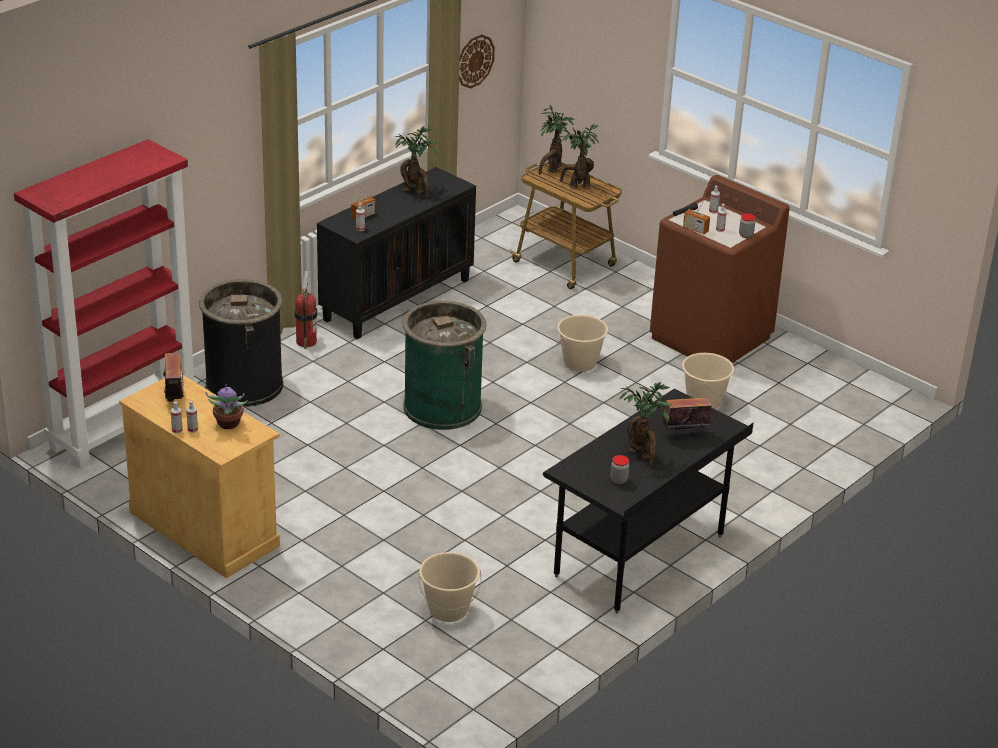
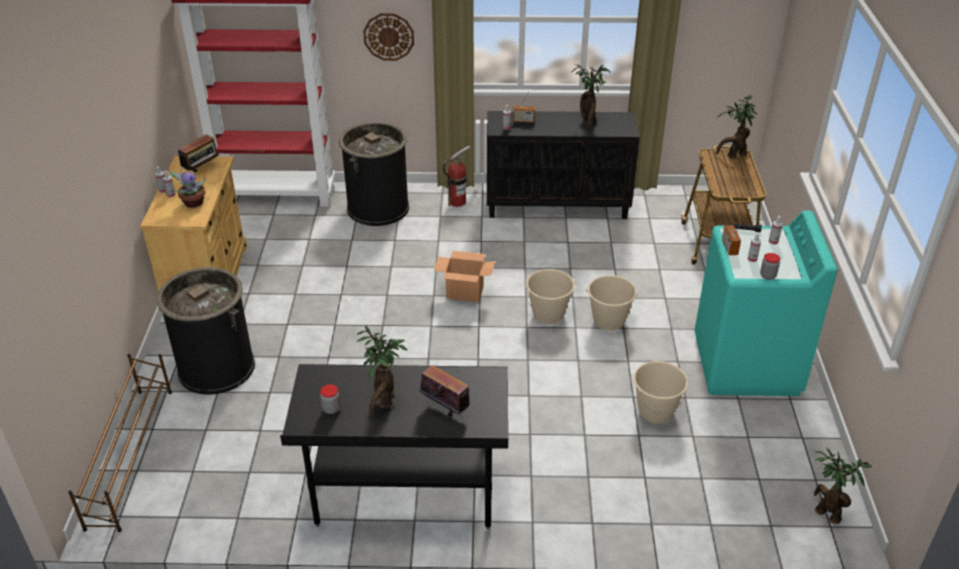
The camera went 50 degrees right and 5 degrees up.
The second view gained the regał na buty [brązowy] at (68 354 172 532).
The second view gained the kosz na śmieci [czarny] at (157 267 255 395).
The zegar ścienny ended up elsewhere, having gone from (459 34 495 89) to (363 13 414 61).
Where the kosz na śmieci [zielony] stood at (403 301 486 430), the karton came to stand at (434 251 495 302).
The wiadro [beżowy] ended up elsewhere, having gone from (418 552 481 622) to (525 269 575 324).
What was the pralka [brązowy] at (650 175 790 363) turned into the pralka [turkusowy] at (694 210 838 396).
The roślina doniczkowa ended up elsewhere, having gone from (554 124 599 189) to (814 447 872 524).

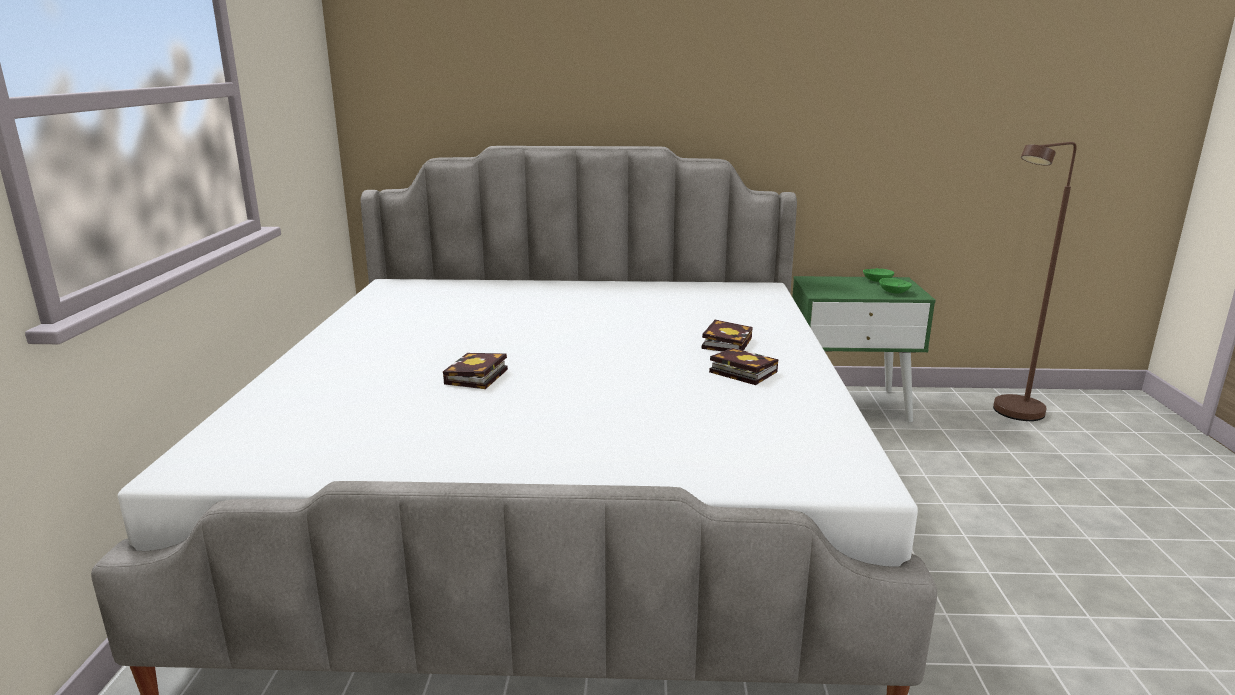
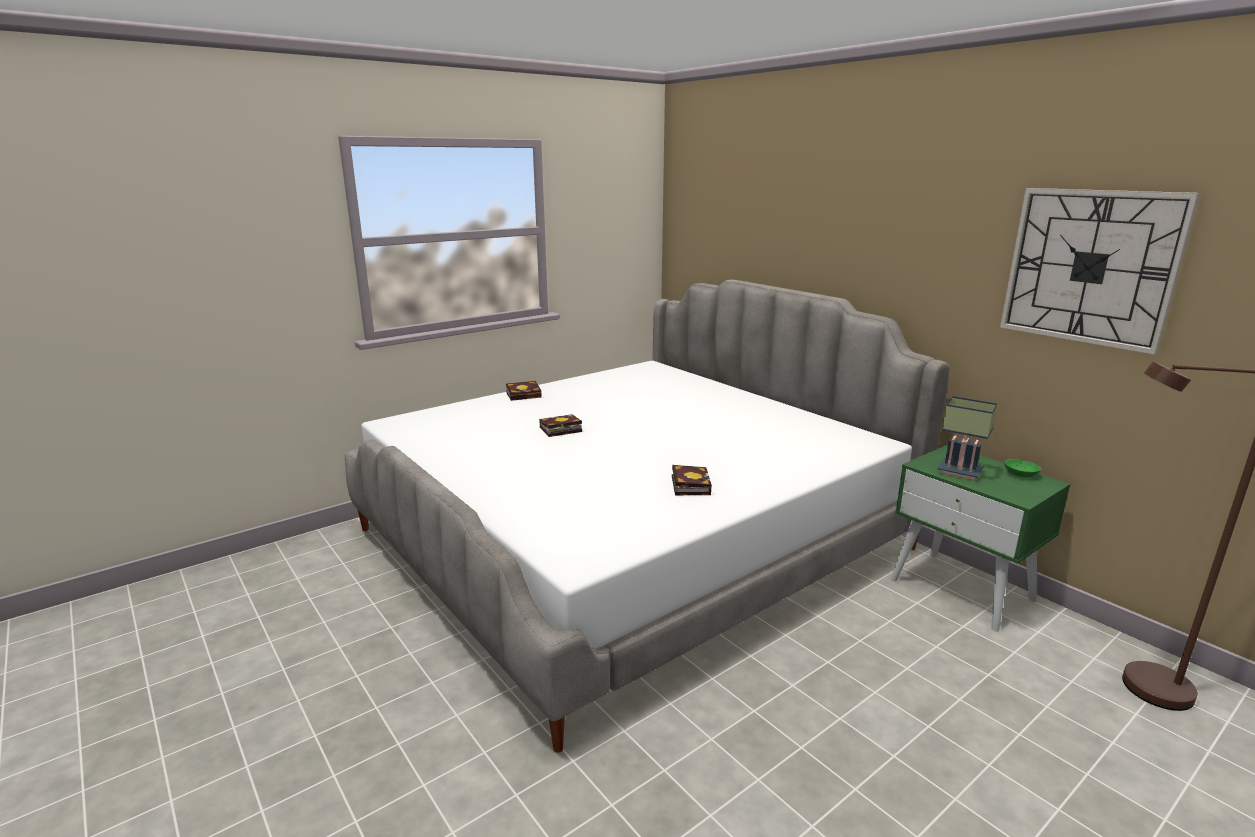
The camera went 50 degrees right and 0 degrees up.
The książka ended up elsewhere, having gone from (702 320 753 351) to (506 381 542 401).
The second view gained the lampa stołowa at (937 396 997 480).
The second view gained the zegar ścienny at (1000 188 1200 355).
The second view lost the miska [zielony] at (879 278 912 293).

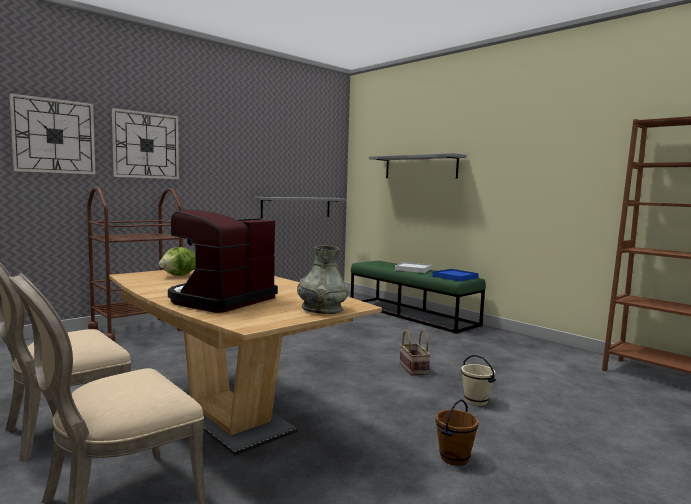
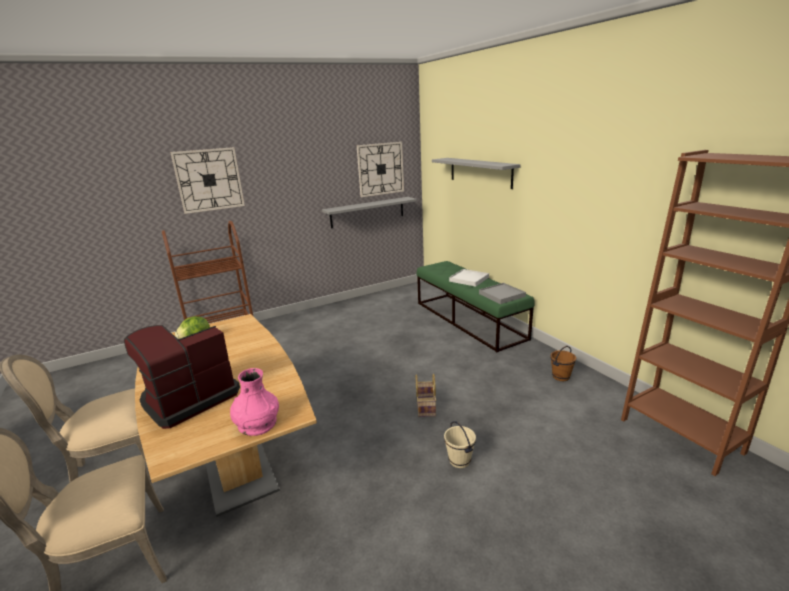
The camera went 15 degrees right and 15 degrees up.
What was the wazon [szary] at (297 245 349 314) turned into the wazon [różowy] at (230 368 279 436).
The zegar ścienny ended up elsewhere, having gone from (10 93 95 174) to (357 142 404 197).
What was the taca [niebieski] at (432 269 479 281) turned into the taca [szary] at (479 283 526 304).
The wiadro [brązowy] ended up elsewhere, having gone from (436 399 479 466) to (550 346 576 381).

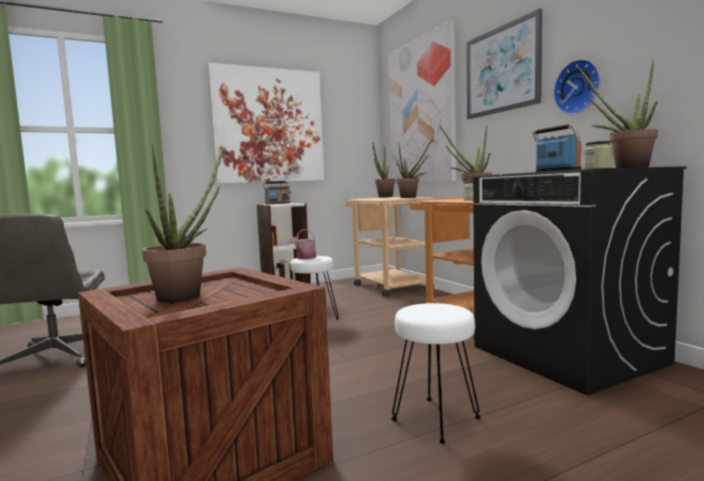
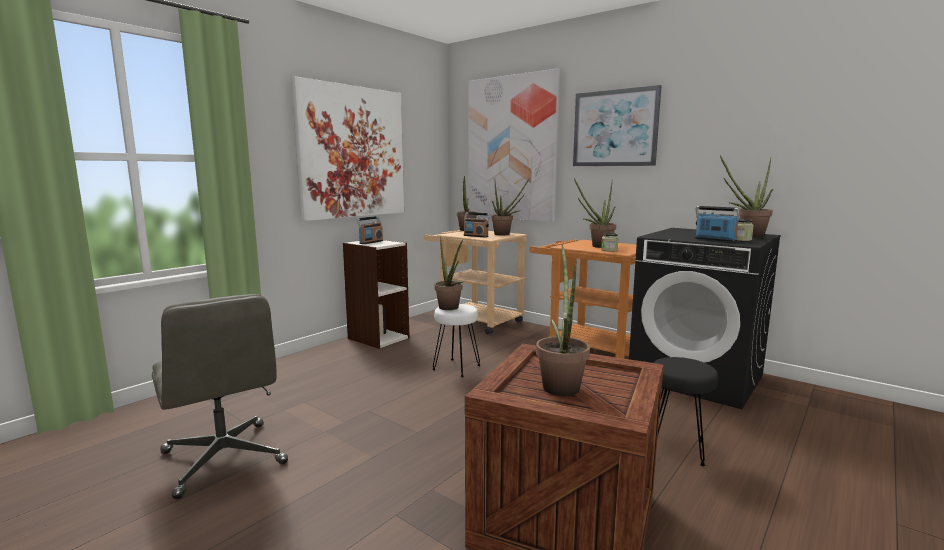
The camera went 25 degrees left and 5 degrees up.
Where the konewka stood at (290 229 316 259), the roślina doniczkowa came to stand at (435 236 463 310).
The second view gained the radio at (464 212 490 237).
What was the stołek [biały] at (391 303 481 444) turned into the stołek [czarny] at (654 357 718 466).
The second view lost the zegar ścienny at (553 59 601 115).

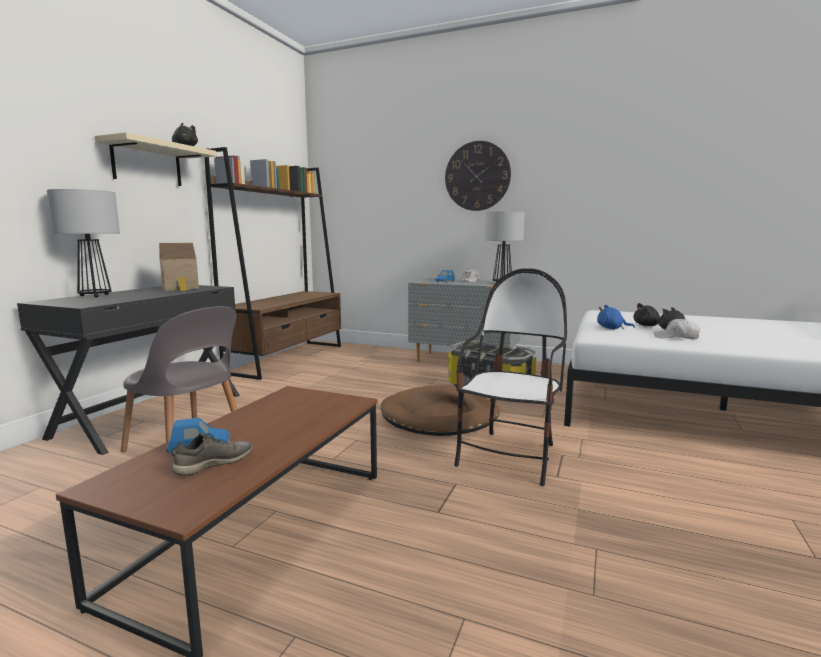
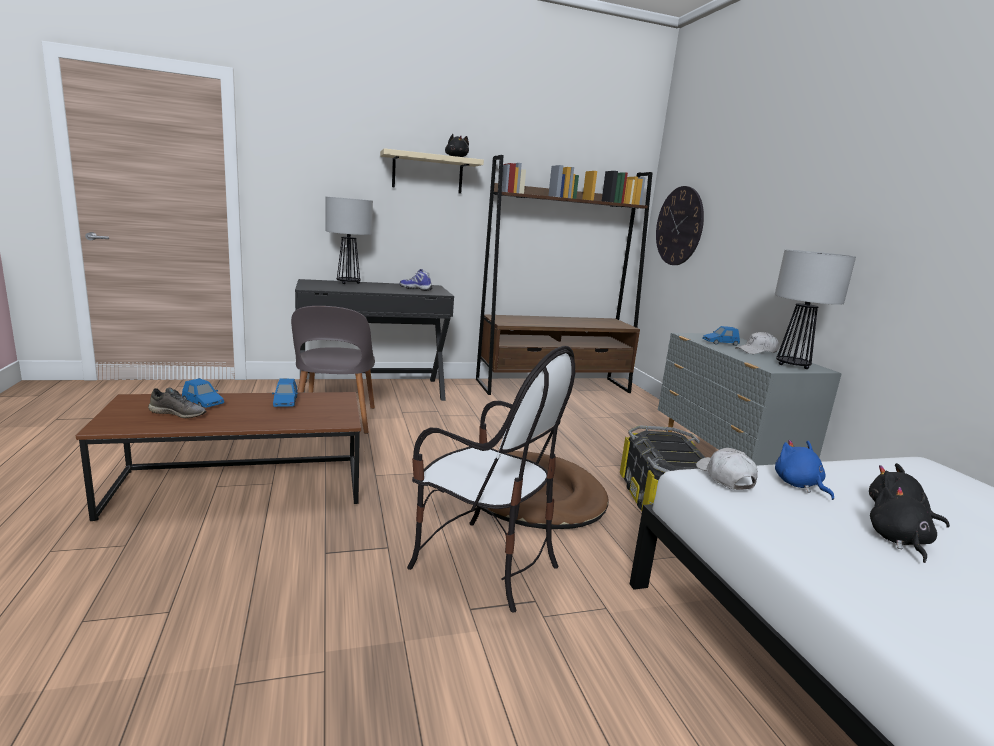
The camera went 50 degrees right and 5 degrees up.
The second view gained the samochodzik [niebieski] at (272 379 298 407).
Where the domek stood at (159 243 199 291), the but came to stand at (400 269 432 291).
The krzesło at (454 268 567 486) ended up facing another way, 45 degrees clockwise from before.
The zegar ścienny ended up elsewhere, having gone from (445 141 511 211) to (656 186 704 265).
The czapka z daszkiem [biały] ended up elsewhere, having gone from (654 318 700 339) to (696 448 758 490).

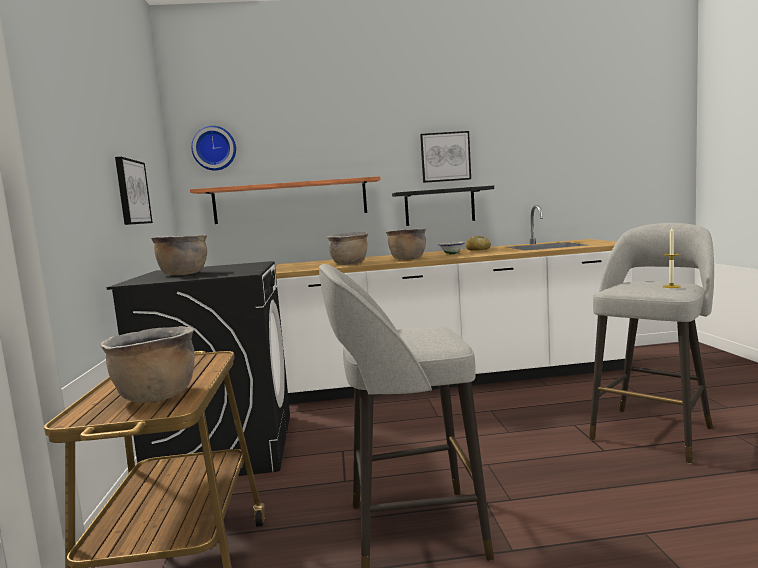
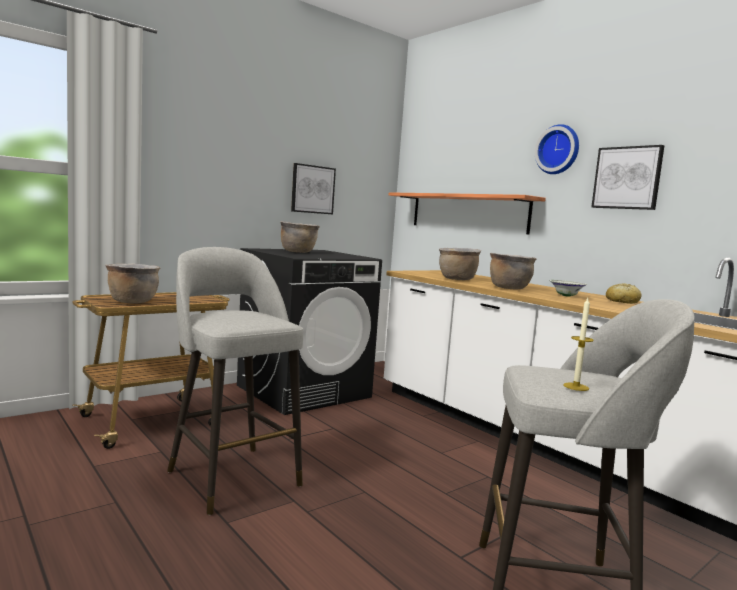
The camera went 55 degrees right and 0 degrees up.
The zegar ścienny ended up elsewhere, having gone from (191 126 236 171) to (535 124 579 174).
The second view lost the półka [czarny] at (392 185 494 226).

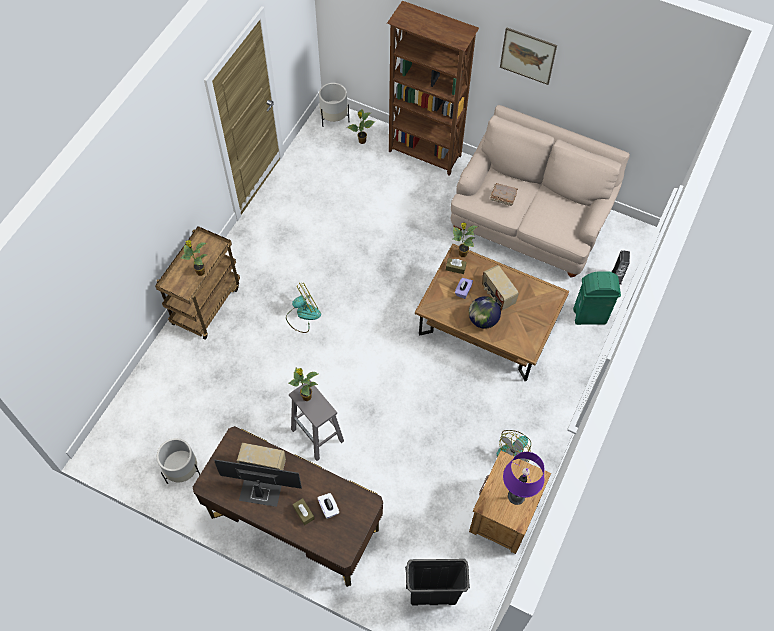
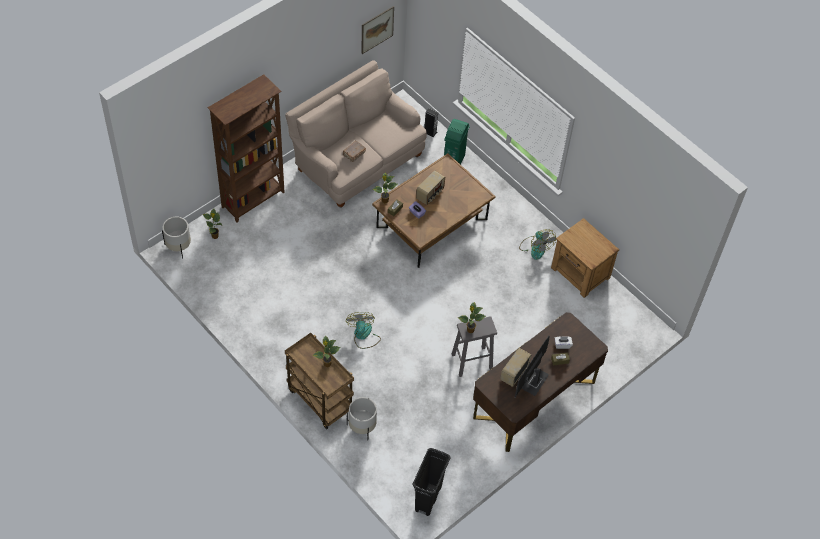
The camera went 70 degrees left and 5 degrees down.
The donica [biały] ended up elsewhere, having gone from (157 438 200 484) to (347 397 377 440).
The obraz ended up elsewhere, having gone from (500 27 557 85) to (361 6 394 54).
The kosz na śmieci [czarny] ended up elsewhere, having gone from (405 559 470 605) to (413 448 451 516).
The radio at (482 265 519 311) ended up facing another way, 45 degrees counterclockwise from before.
The second view lost the globus at (469 296 501 329).
The second view lost the lampa stołowa [fioletowy] at (503 452 544 505).

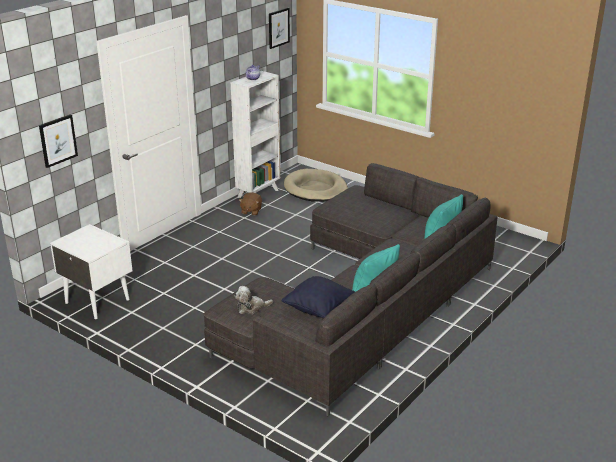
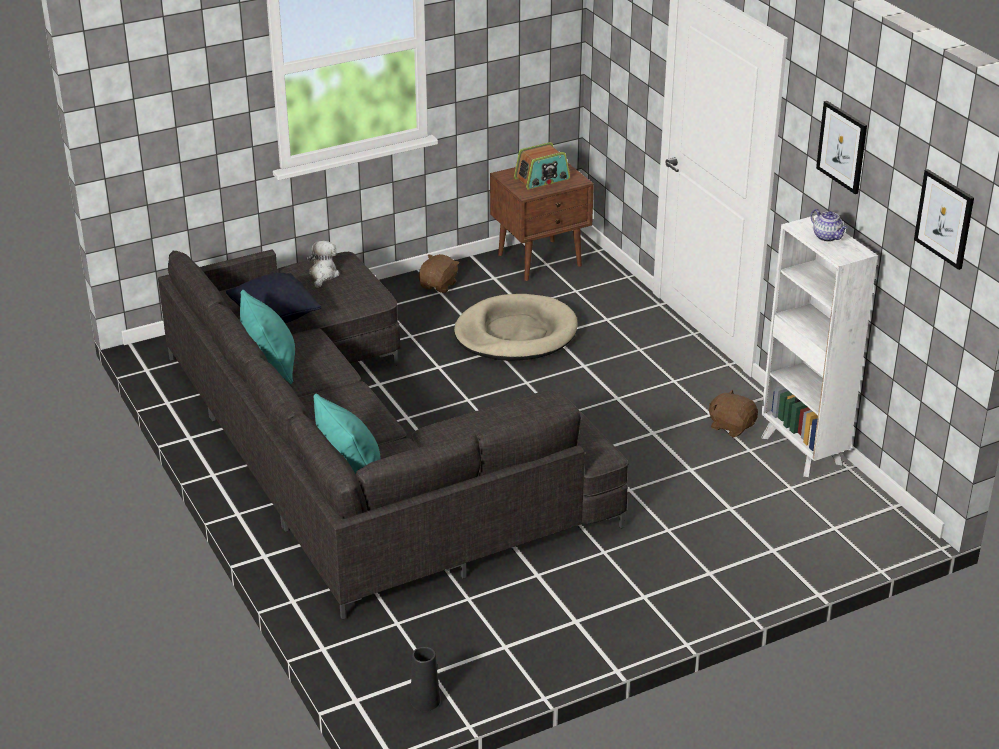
The camera went 115 degrees right and 5 degrees up.
The second view gained the wazon [czarny] at (411 647 440 711).
The second view gained the pluszak [brązowy] at (419 254 459 293).
The legowisko [beżowy] ended up elsewhere, having gone from (284 169 348 202) to (454 294 578 361).
What was the szafka nocna [biały] at (50 224 133 319) turned into the szafka nocna [brązowy] at (490 162 594 281).
The second view gained the radio at (514 142 570 189).
The obraz ended up elsewhere, having gone from (39 115 78 168) to (816 101 867 194).

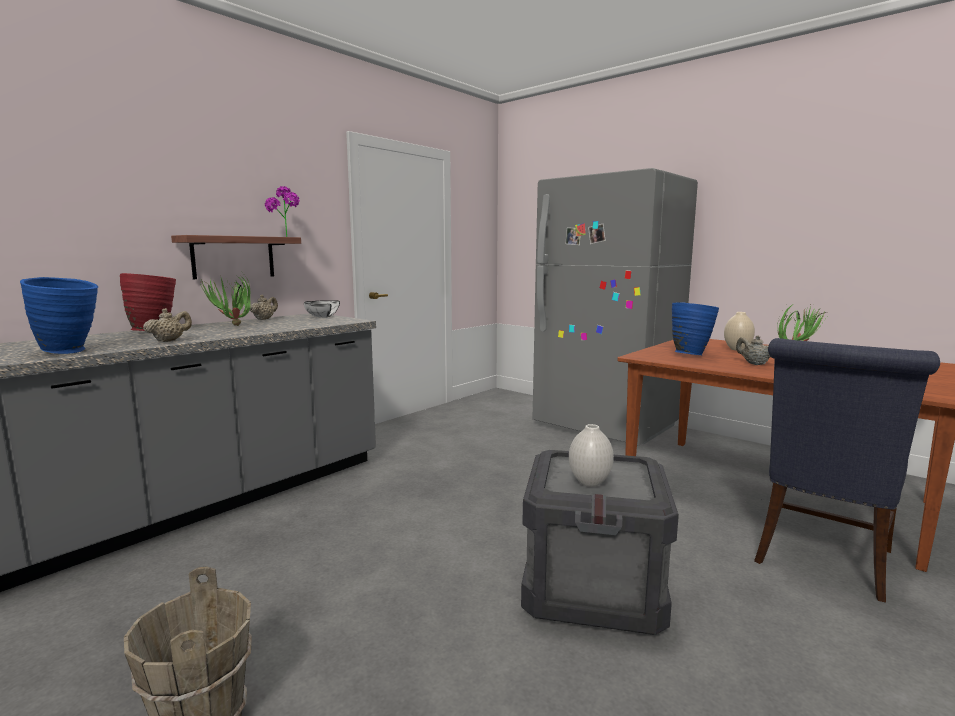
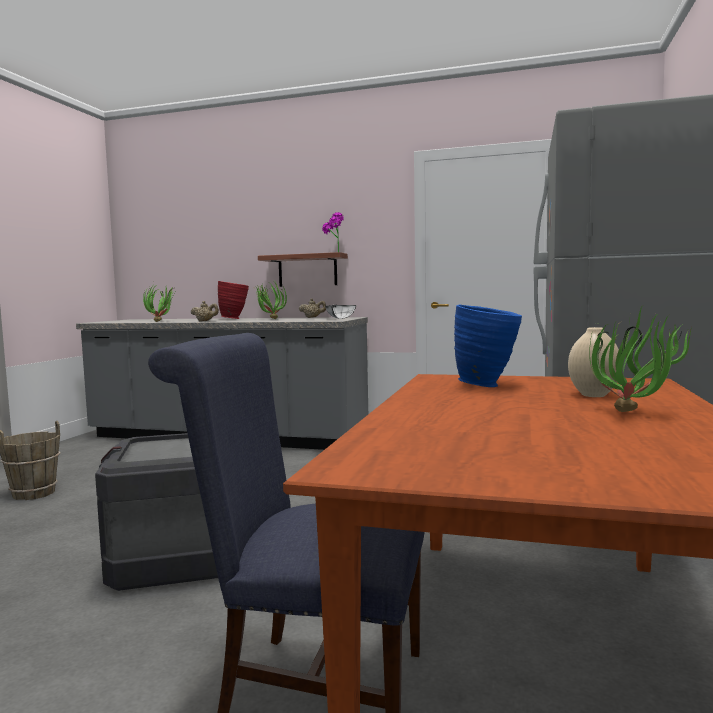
The camera went 65 degrees right and 5 degrees down.
Where the wazon [niebieski] stood at (20 277 98 354), the roślina doniczkowa came to stand at (143 285 175 322).
The second view lost the wazon [biały] at (569 424 614 487).
The second view lost the imbryk [beżowy] at (736 335 771 365).

